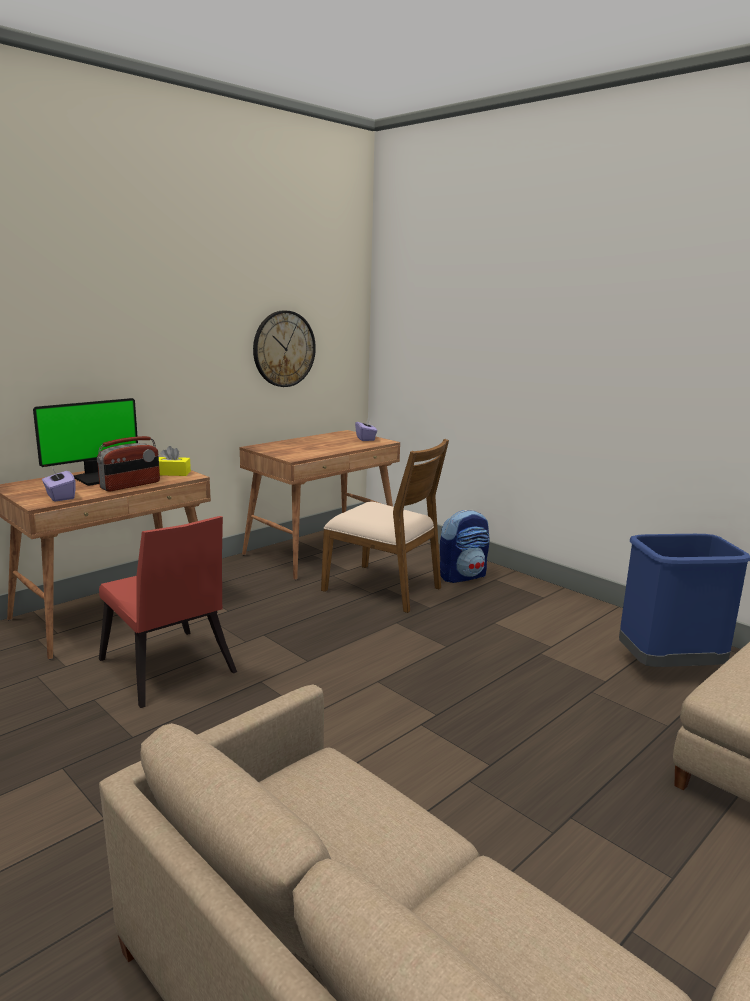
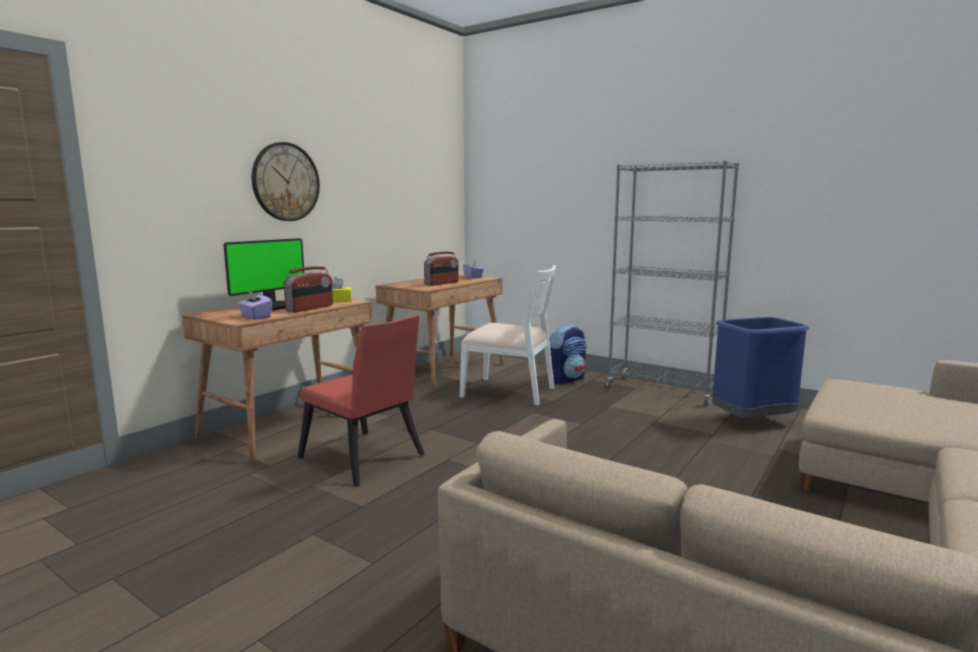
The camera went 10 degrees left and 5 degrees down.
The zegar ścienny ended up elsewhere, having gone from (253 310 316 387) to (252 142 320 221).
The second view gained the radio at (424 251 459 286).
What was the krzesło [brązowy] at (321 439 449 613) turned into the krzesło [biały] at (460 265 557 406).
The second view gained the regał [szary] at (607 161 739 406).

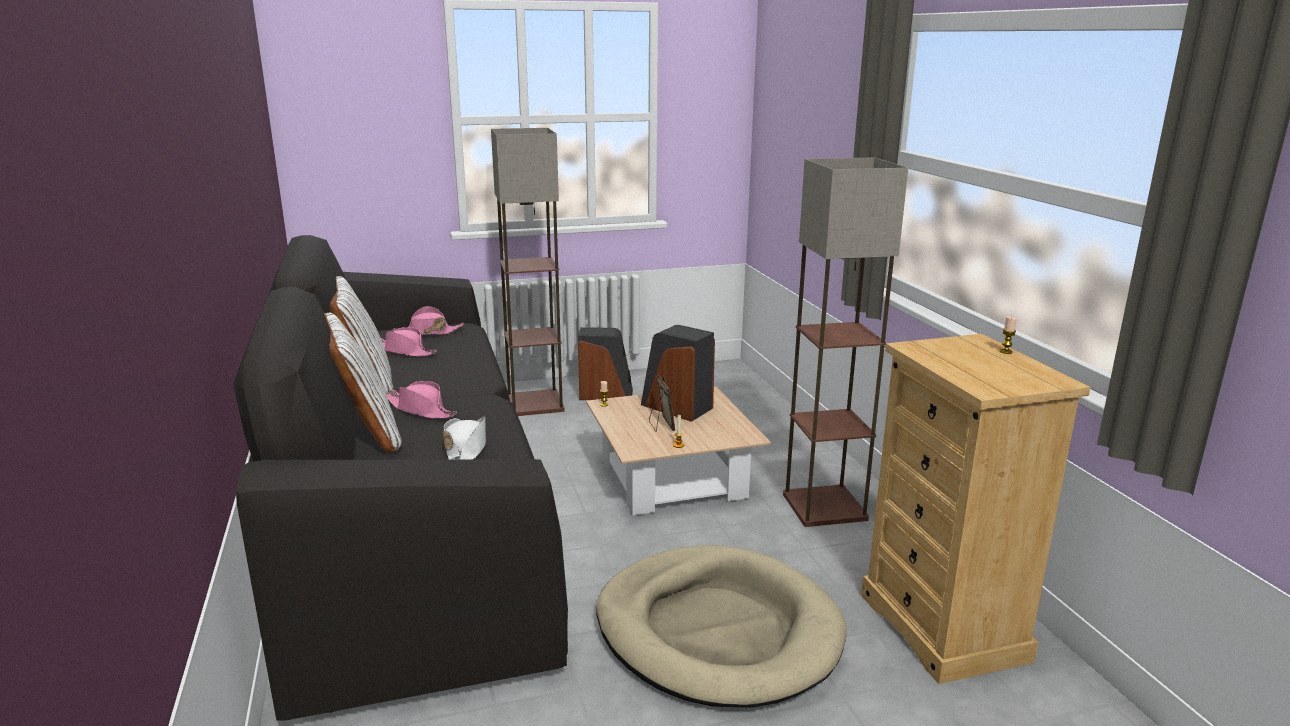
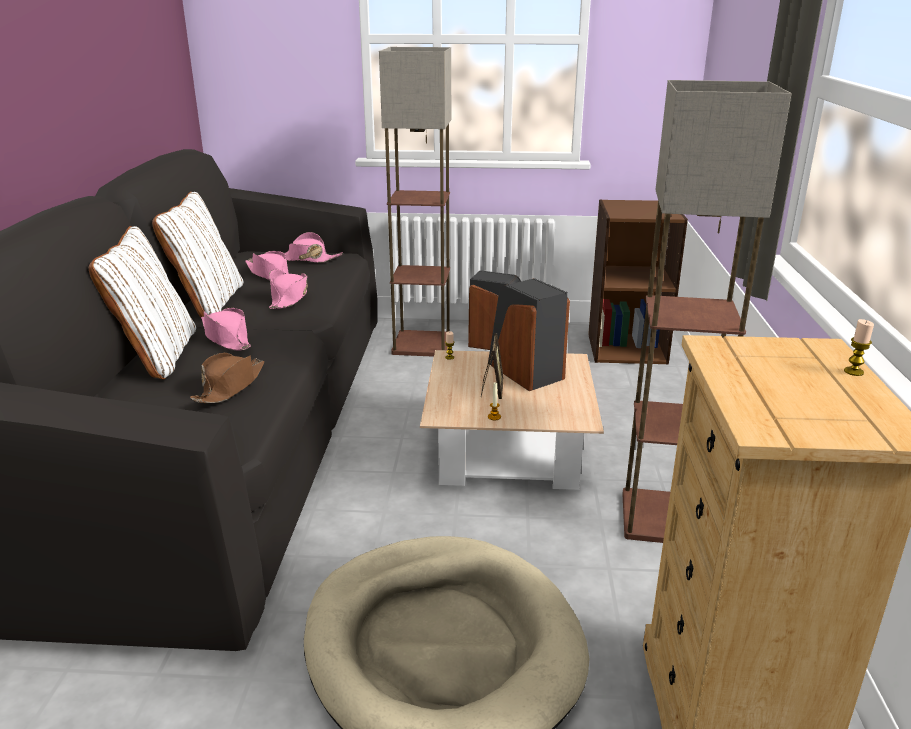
The camera went 20 degrees right and 5 degrees up.
What was the kapelusz [biały] at (443 417 486 460) turned into the kapelusz [brązowy] at (190 353 264 403).
The second view gained the kapelusz [różowy] at (269 270 308 309).
The second view gained the regał [brązowy] at (588 199 688 365).

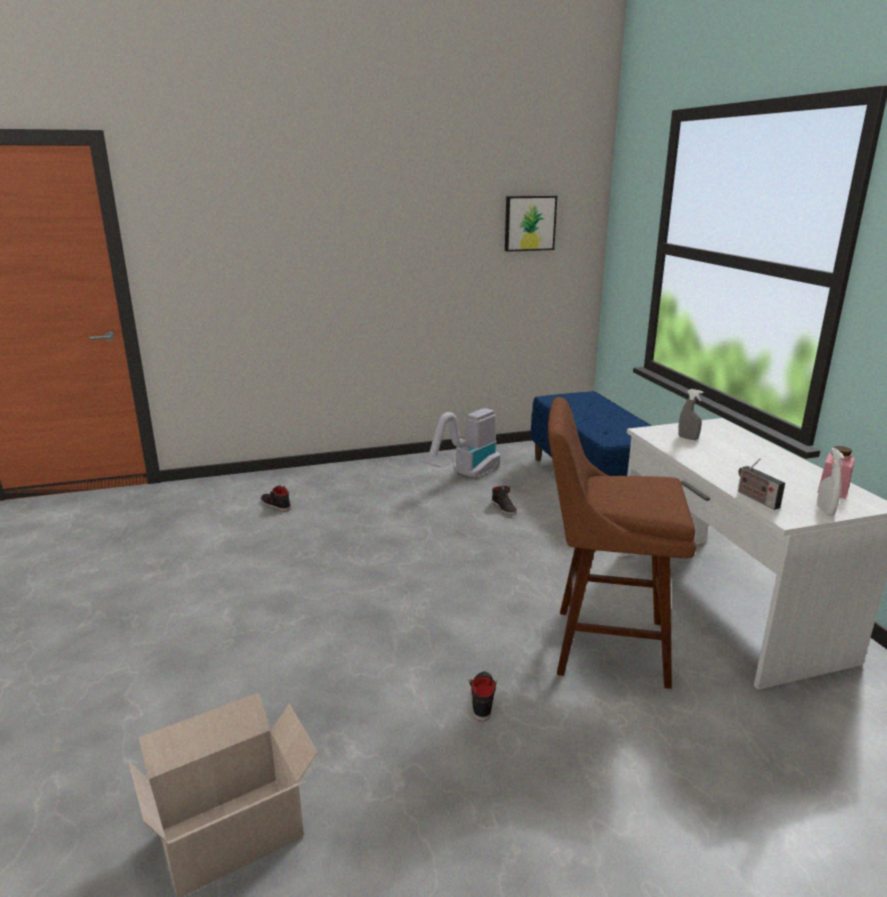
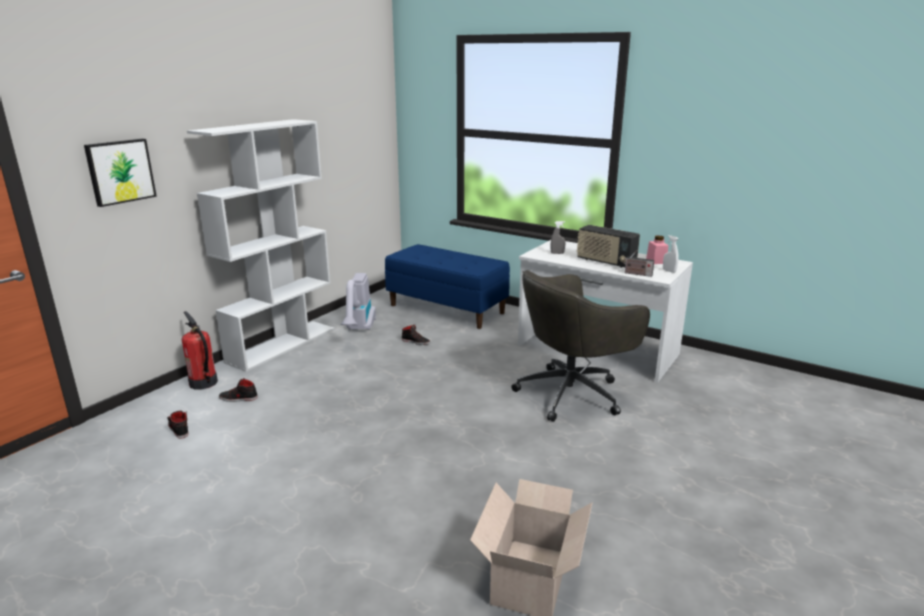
The camera went 40 degrees left and 0 degrees up.
The obraz ended up elsewhere, having gone from (505 196 557 252) to (84 139 157 207).
The but [czarny] ended up elsewhere, having gone from (469 671 497 721) to (167 411 189 438).
The second view gained the gaśnica at (182 311 218 390).
The second view gained the regał [biały] at (187 119 334 372).
Where the stołek [brązowy] stood at (548 397 696 689), the krzesło biurowe [szary] came to stand at (511 270 650 422).
The second view gained the radio at (577 225 640 268).

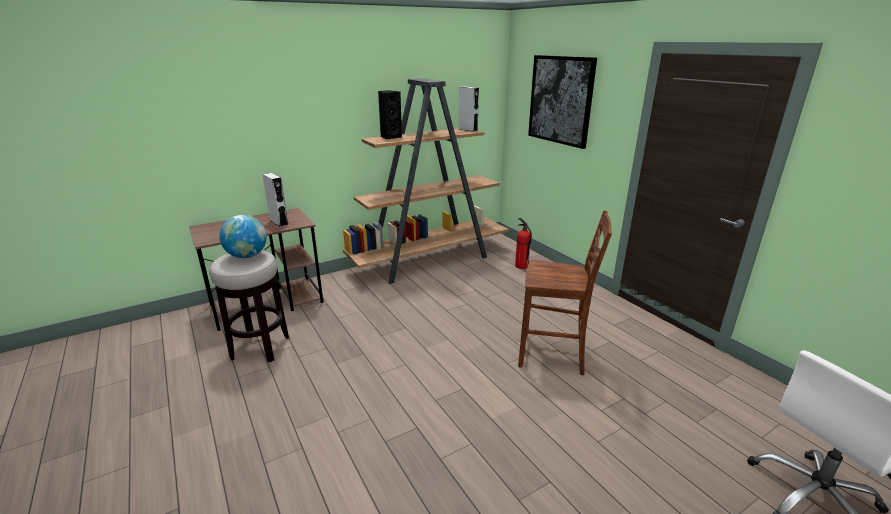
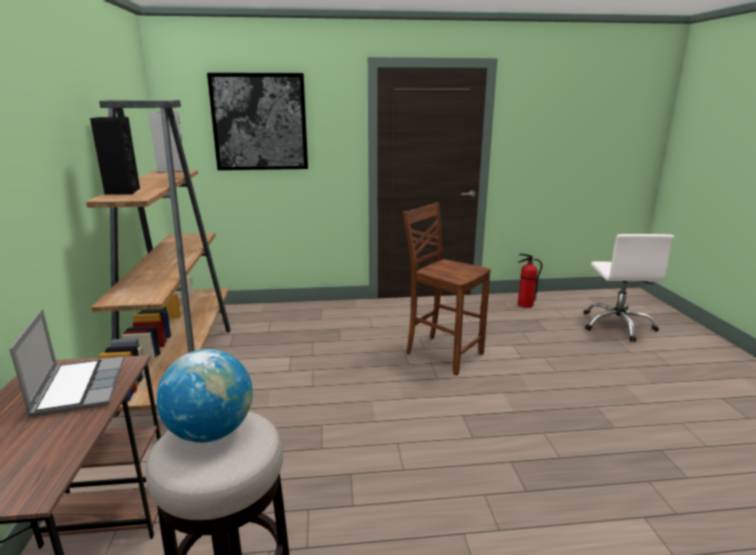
The camera went 65 degrees left and 5 degrees down.
Where the głośnik [szary] stood at (262 173 288 227), the laptop came to stand at (9 309 124 417).
The krzesło [brązowy] at (518 210 612 376) ended up facing another way, 90 degrees counterclockwise from before.
The gaśnica ended up elsewhere, having gone from (515 218 532 269) to (518 254 542 308).

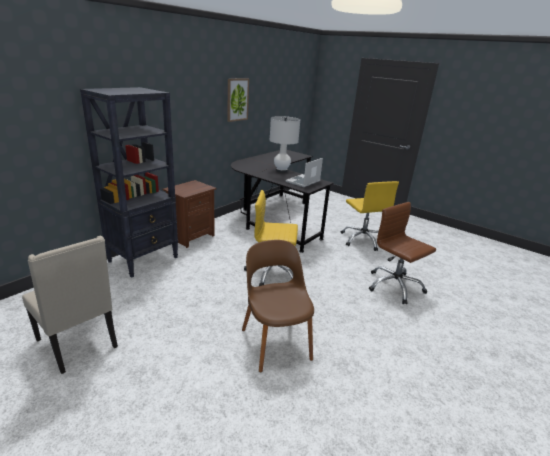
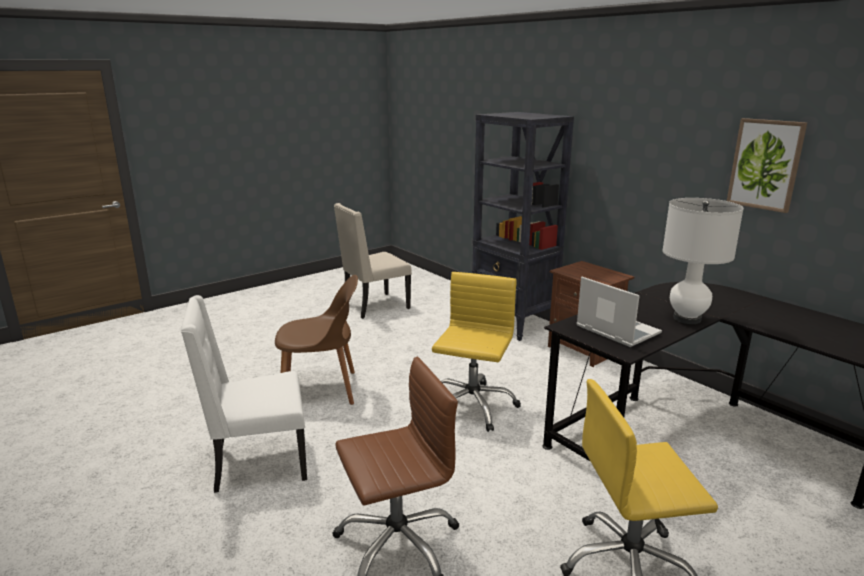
The camera went 105 degrees right and 5 degrees down.
The second view gained the krzesło [biały] at (181 295 307 493).

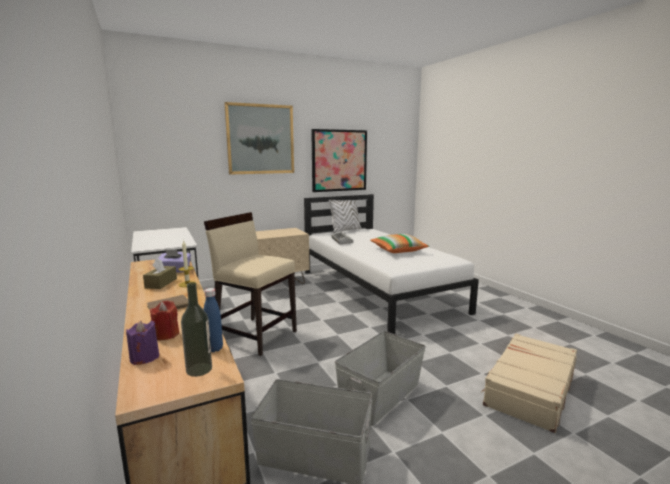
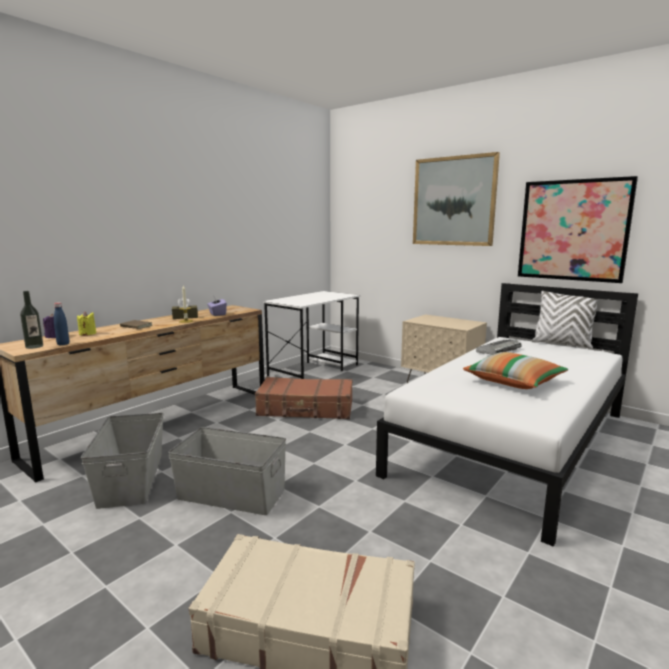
The camera went 65 degrees right and 0 degrees up.
What was the świeca [czerwony] at (150 300 179 340) turned into the świeca [żółty] at (77 311 96 336).
Where the krzesło [beżowy] stood at (204 212 297 356), the walizka [brązowy] came to stand at (255 377 352 419).

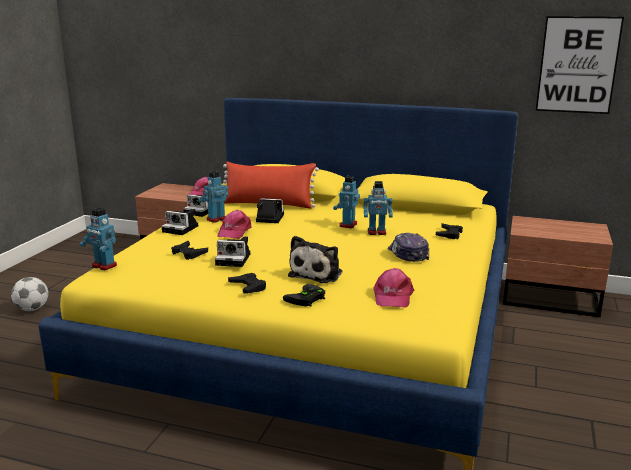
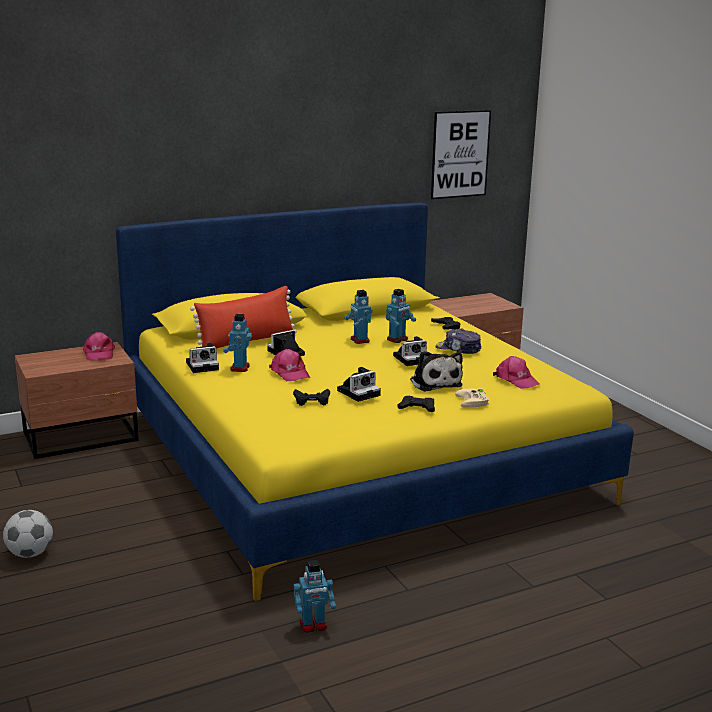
The camera went 45 degrees left and 0 degrees up.
The robot zabawkowy ended up elsewhere, having gone from (80 208 117 270) to (294 560 336 632).
The aparat fotograficzny ended up elsewhere, having gone from (161 210 198 235) to (393 336 427 366).
What was the pad do gier [czarny] at (283 284 325 307) turned into the pad do gier [beżowy] at (455 388 489 407).

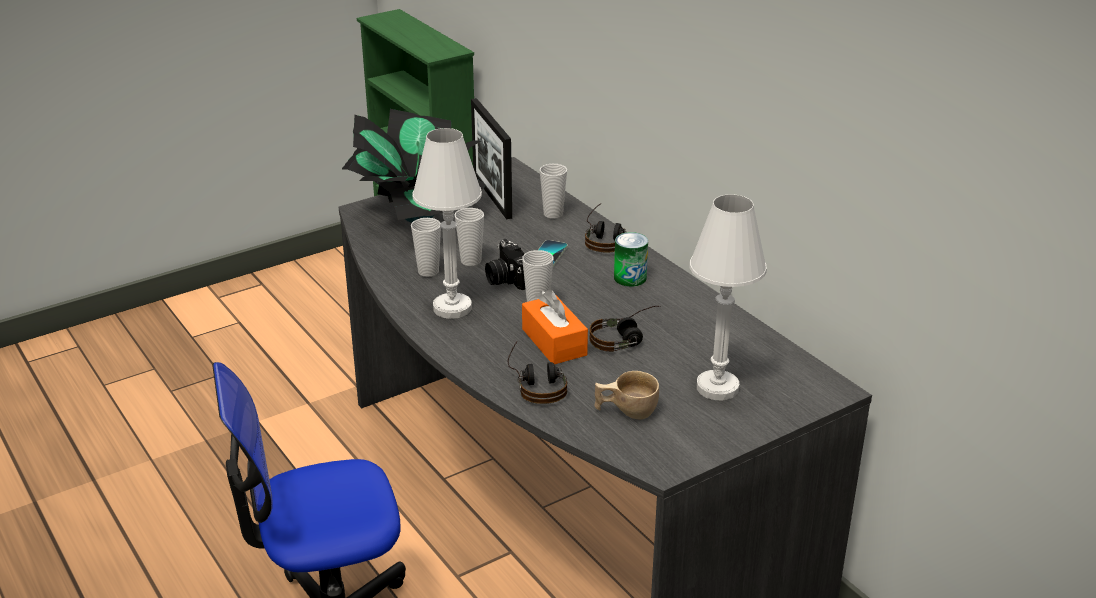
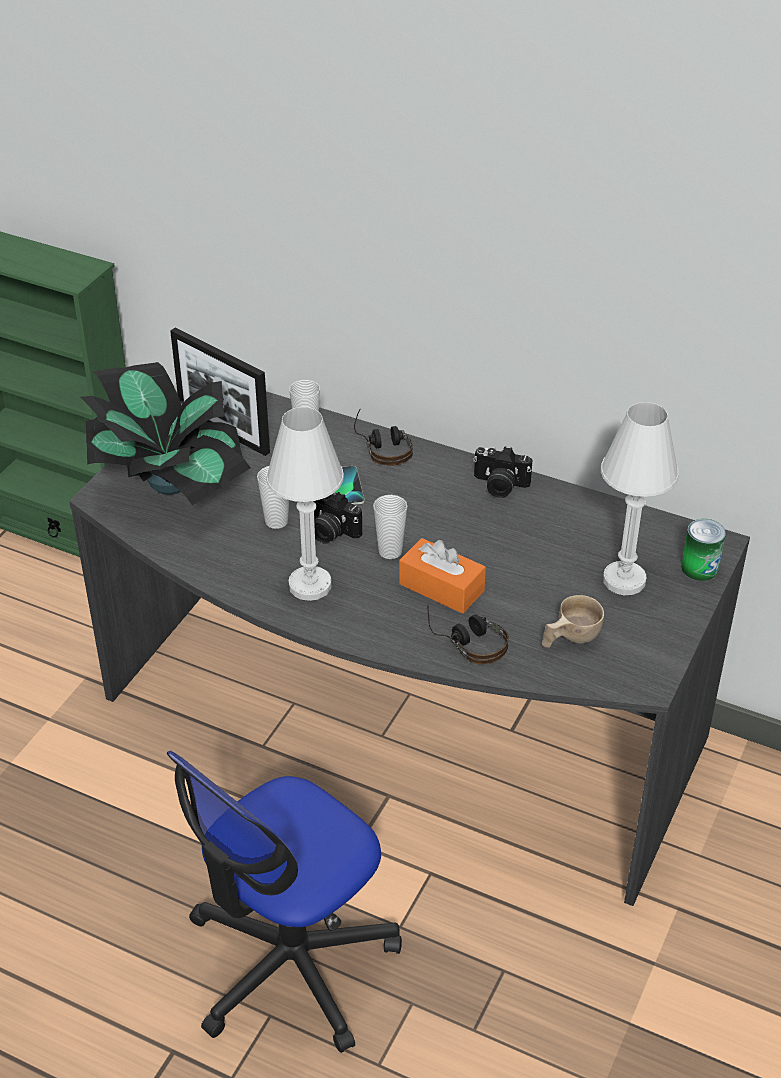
The camera went 30 degrees left and 10 degrees up.
The second view gained the aparat fotograficzny at (473 447 533 498).
The puszka ended up elsewhere, having gone from (614 232 648 287) to (681 519 726 581).
The second view lost the filiżanka at (411 218 441 277).
The second view lost the słuchawki at (589 306 661 352).

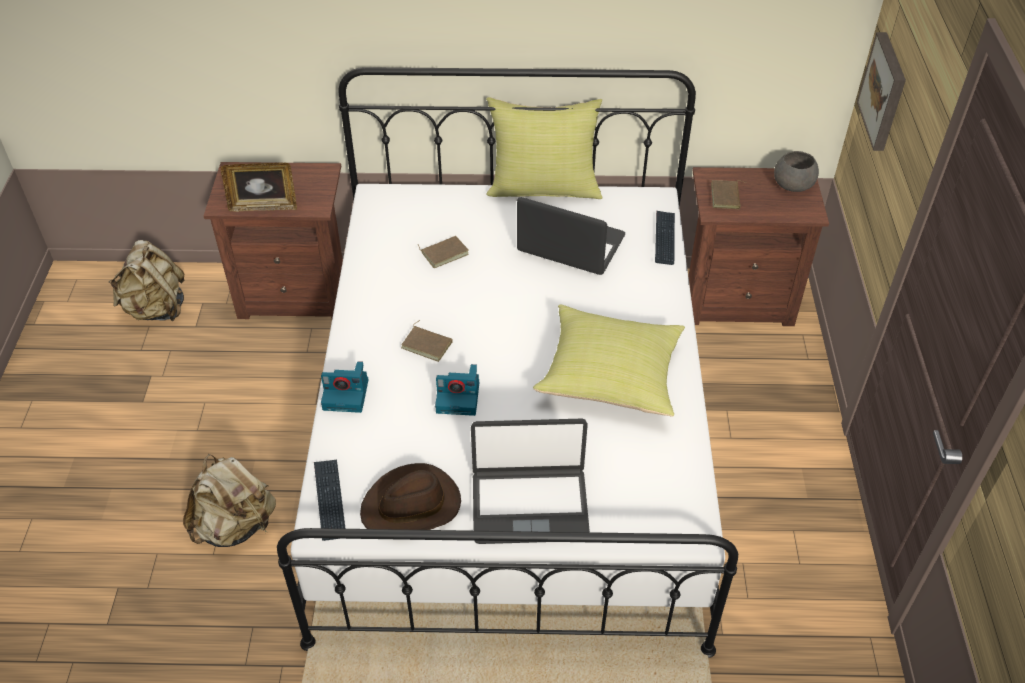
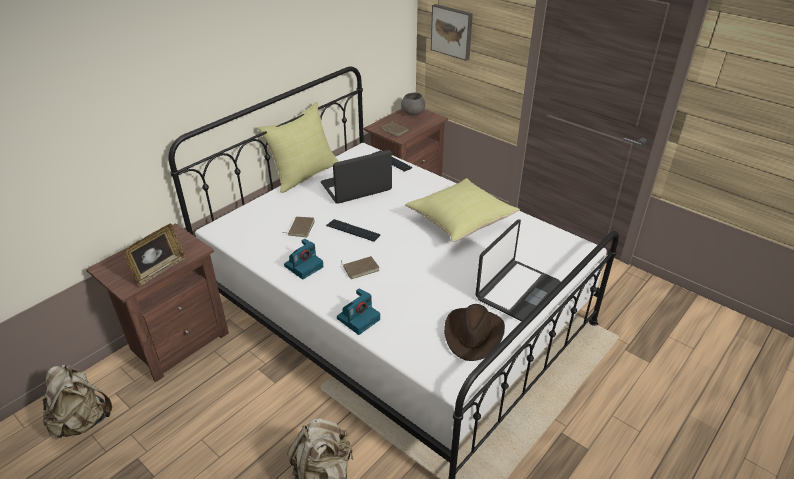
The camera went 50 degrees left and 10 degrees down.
The aparat fotograficzny ended up elsewhere, having gone from (435 364 479 416) to (284 239 323 280).
The klawiatura ended up elsewhere, having gone from (314 459 346 541) to (326 219 381 242).

